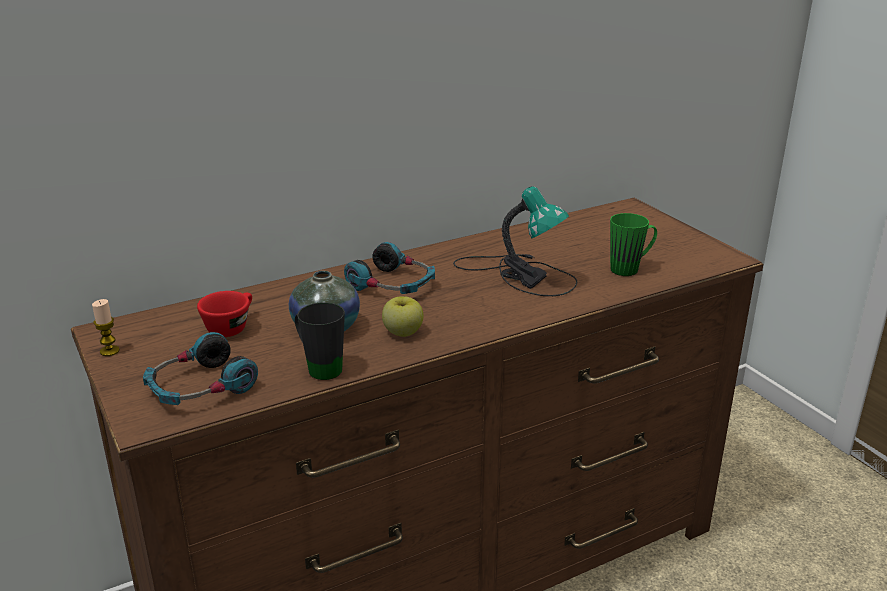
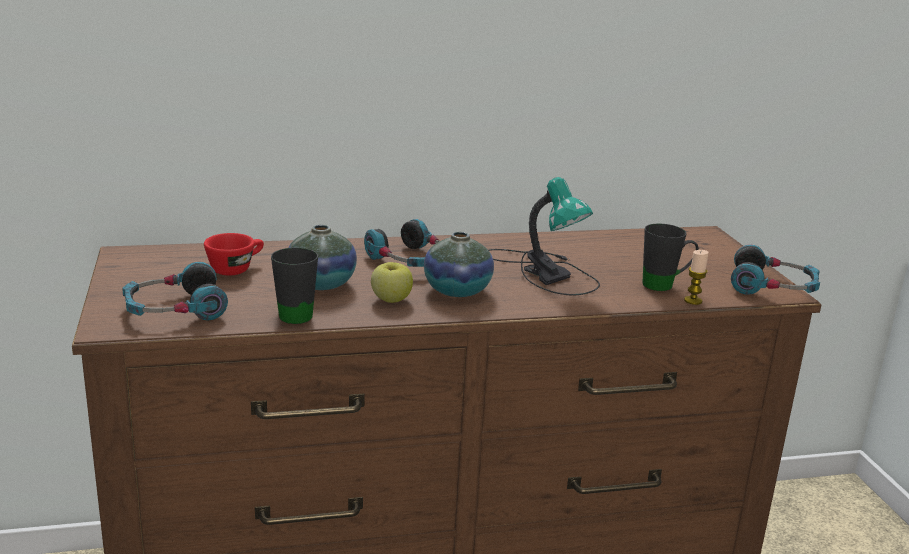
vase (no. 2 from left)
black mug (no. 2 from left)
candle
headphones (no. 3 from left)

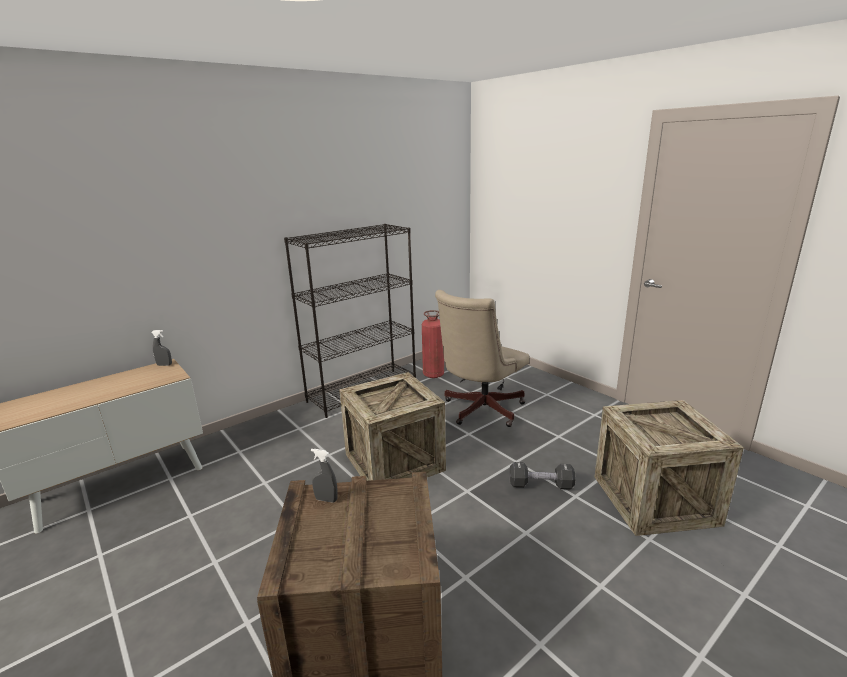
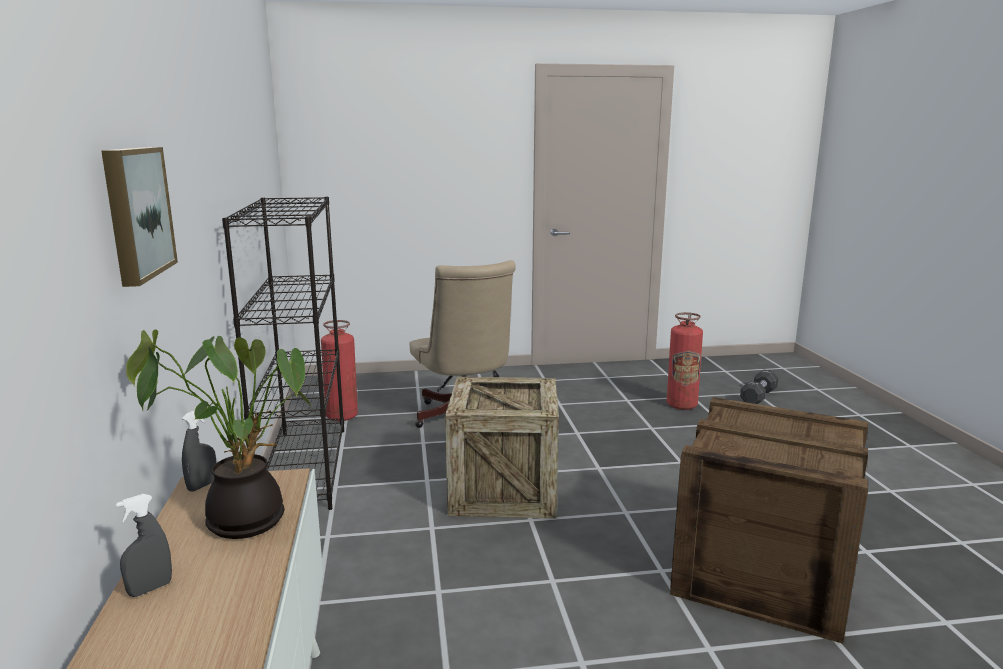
picture
grey spray bottle (no. 1 from left)
potted plant
fire extinguisher (no. 2 from left)
black dumbbell

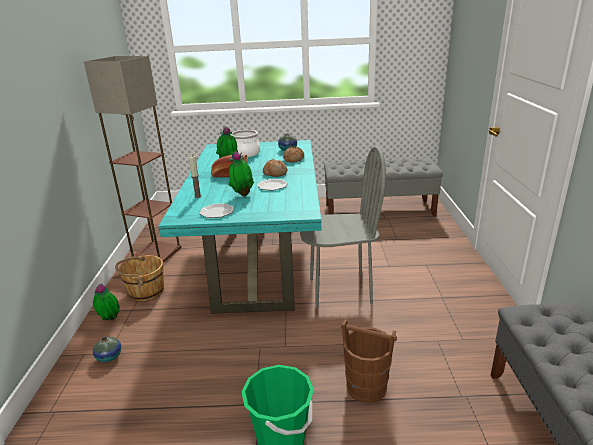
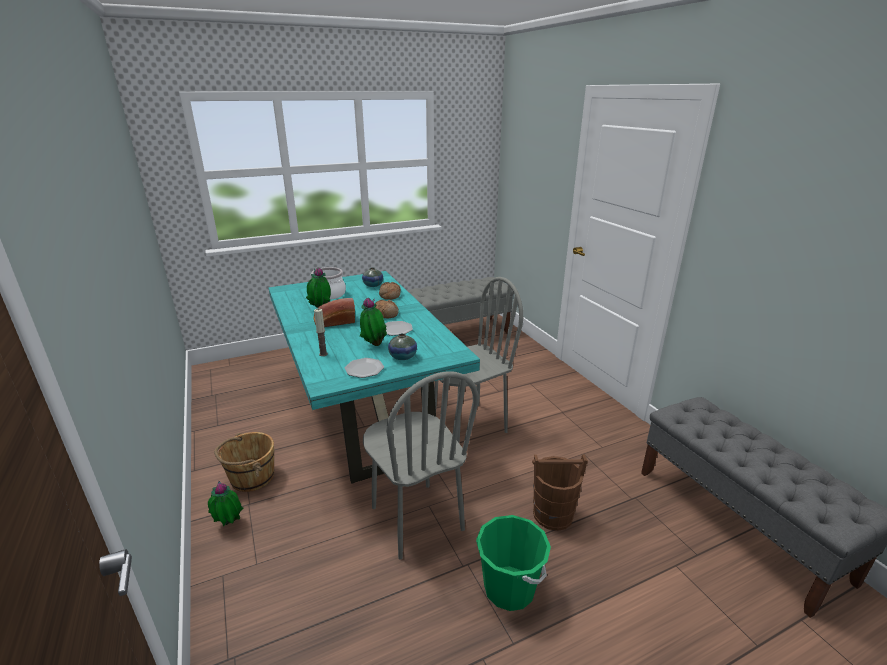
grey chair (no. 1 from left)
vase (no. 2 from left)
floor lamp

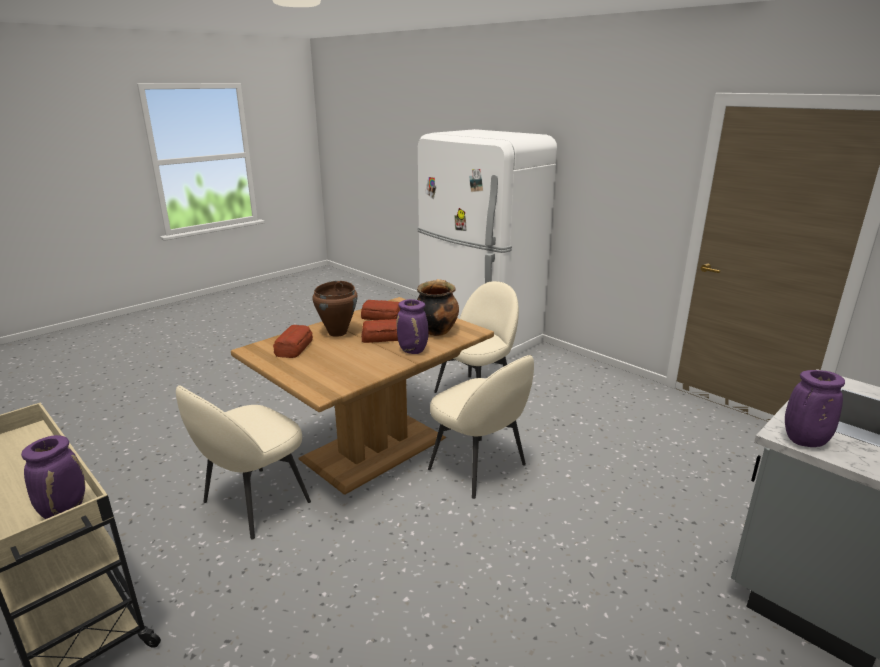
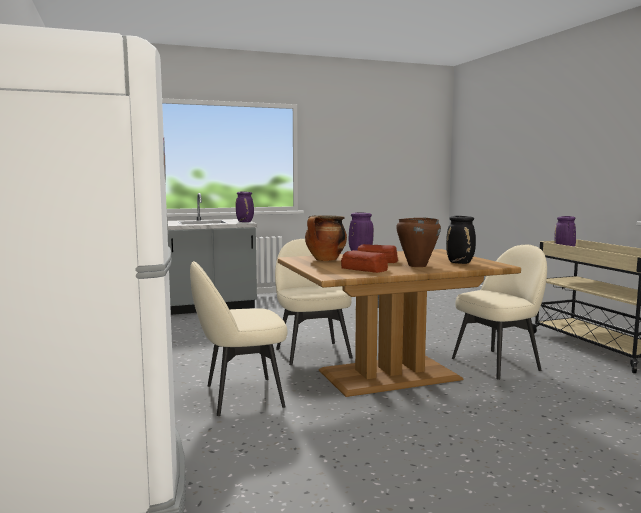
black vase

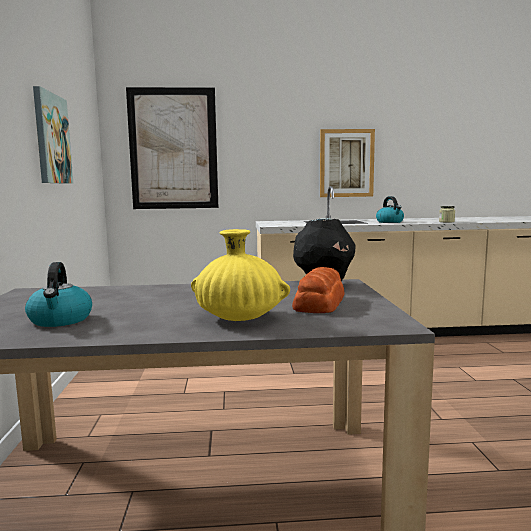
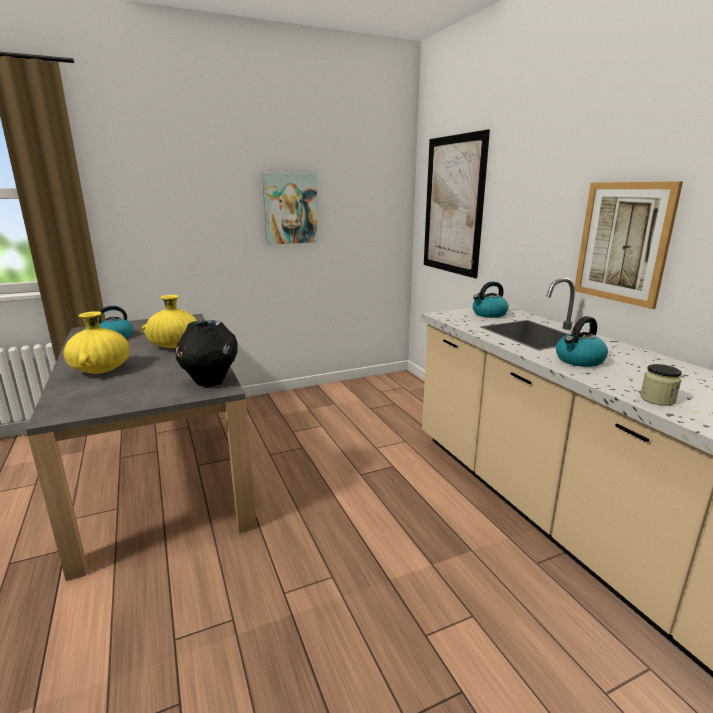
yellow vase (no. 2 from left)
kettle (no. 2 from left)
bread

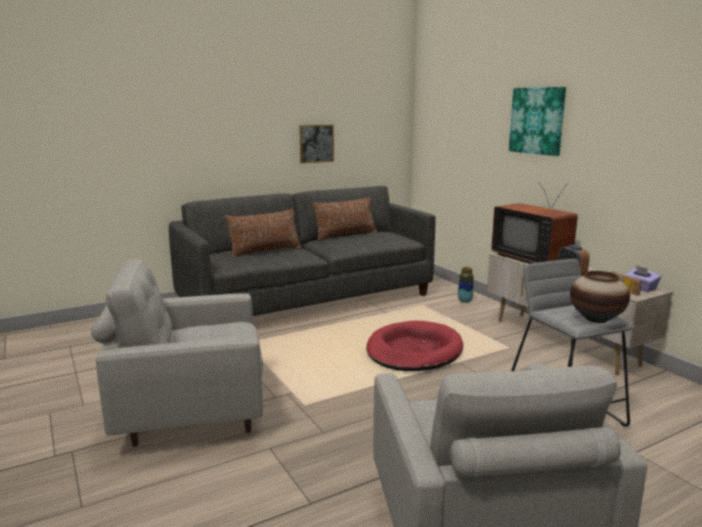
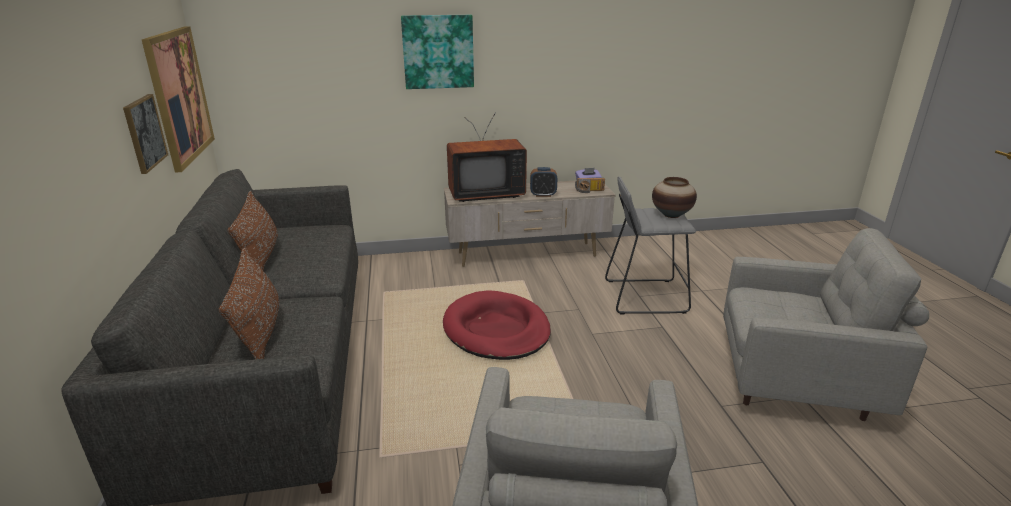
picture (no. 2 from left)
vase (no. 1 from left in the first image)

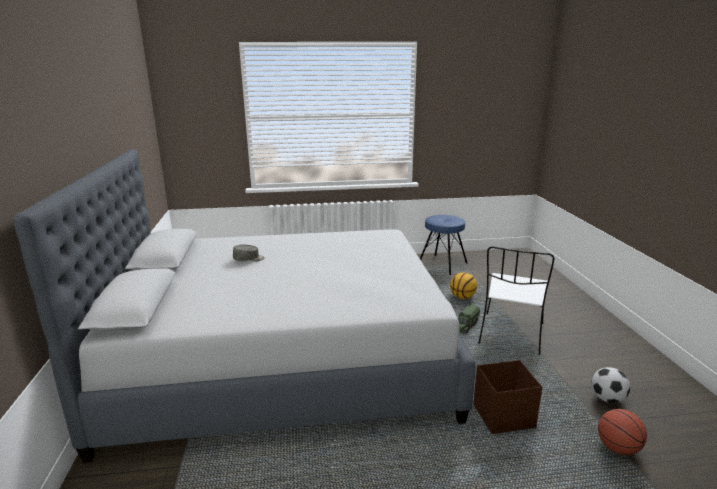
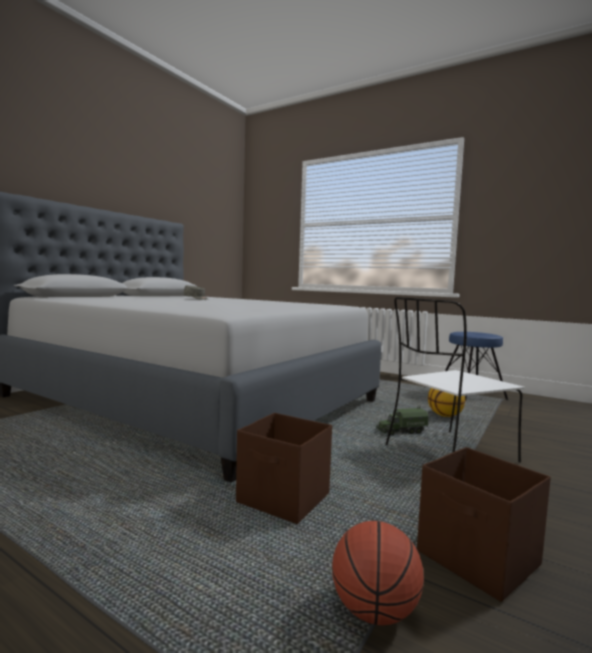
brown storage box (no. 2 from left)

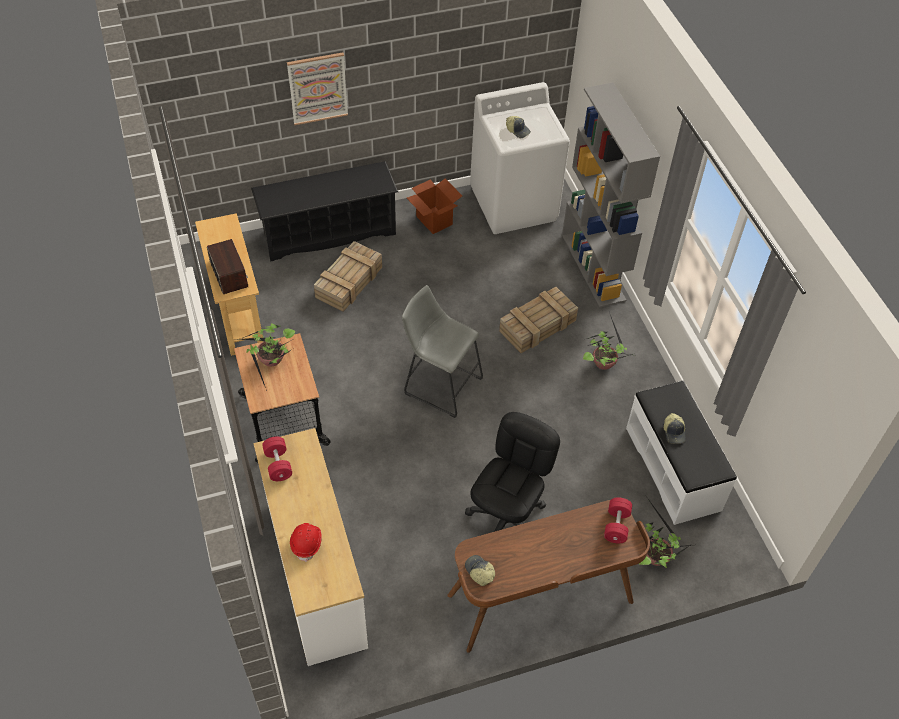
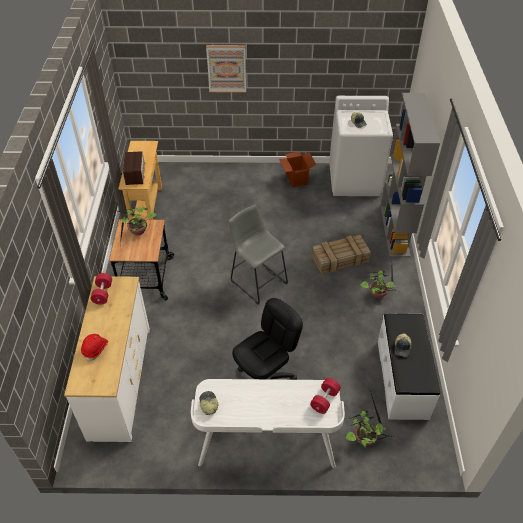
white desk
black shoe rack
crate (no. 1 from left in the first image)

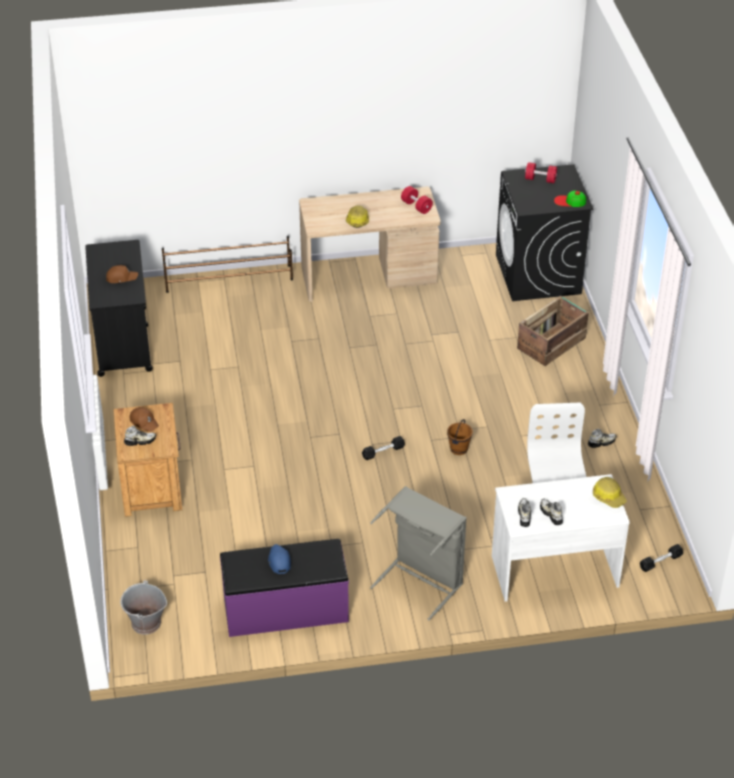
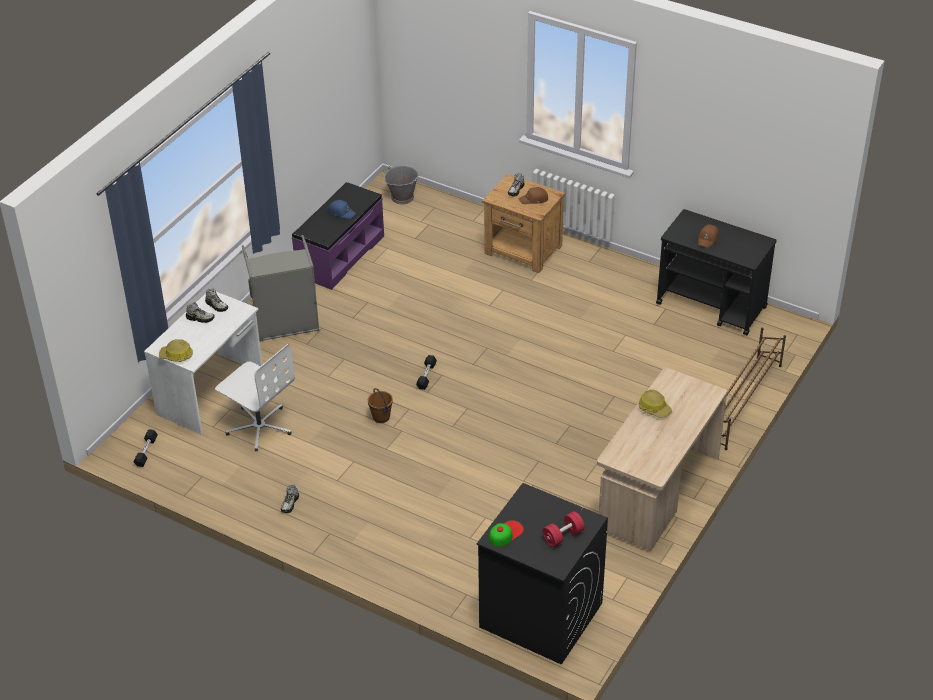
red dumbbell (no. 1 from left in the first image)
crate

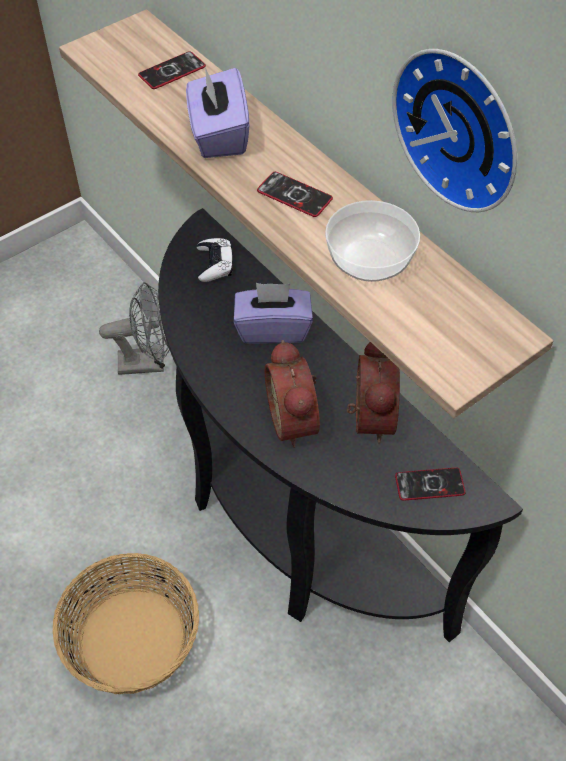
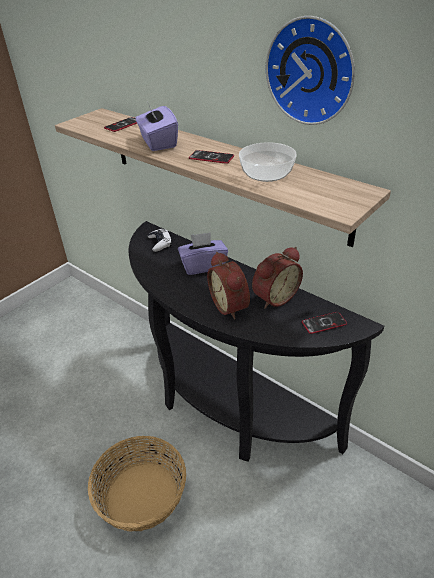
alarm clock (no. 2 from left)
grey fan

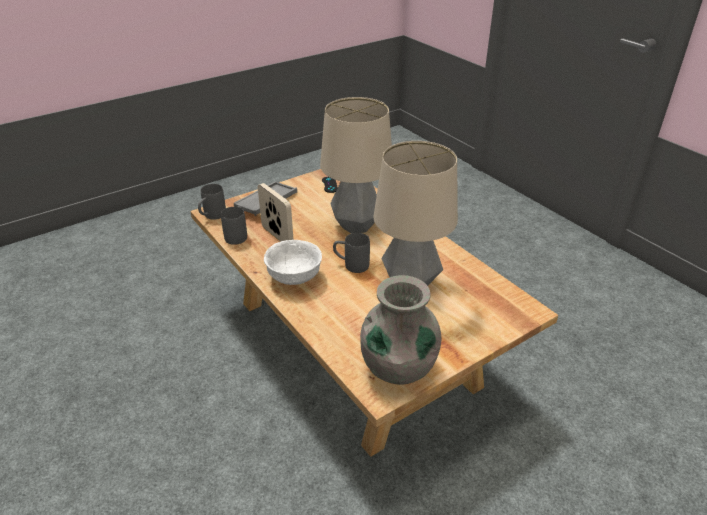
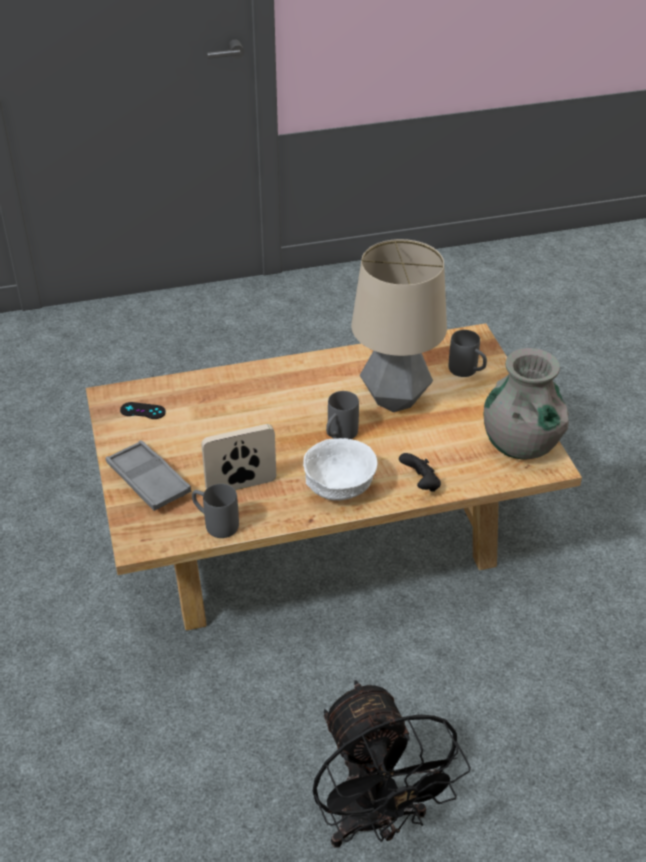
black fan
black game controller (no. 2 from left)
grey mug (no. 3 from left)
table lamp (no. 1 from left in the first image)

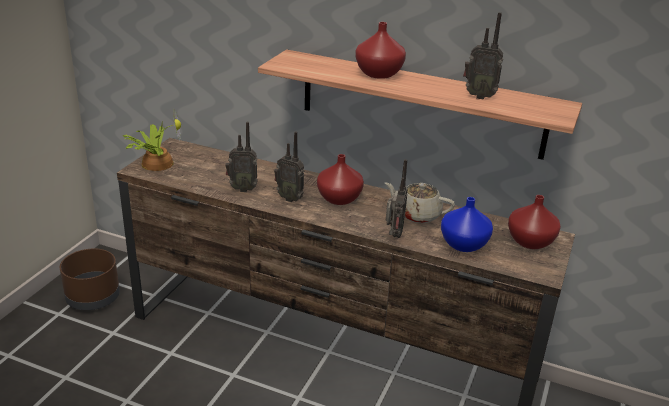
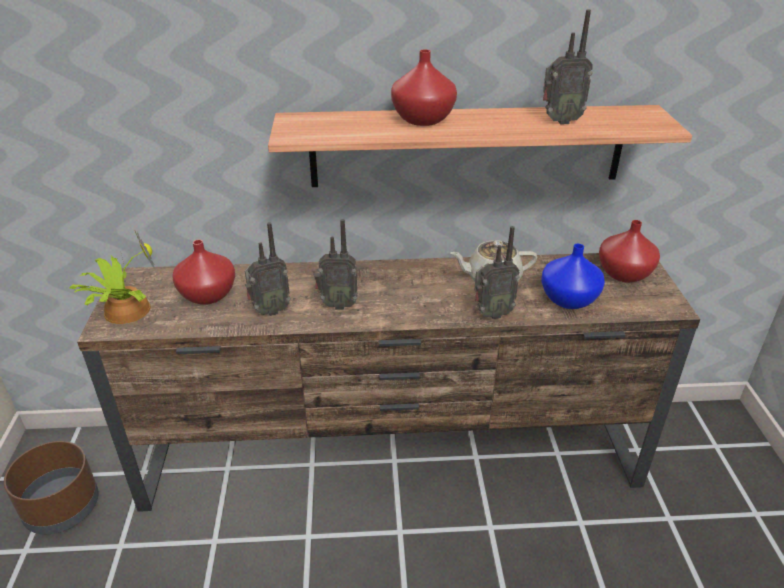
red vase (no. 1 from left)
radio (no. 3 from left)

